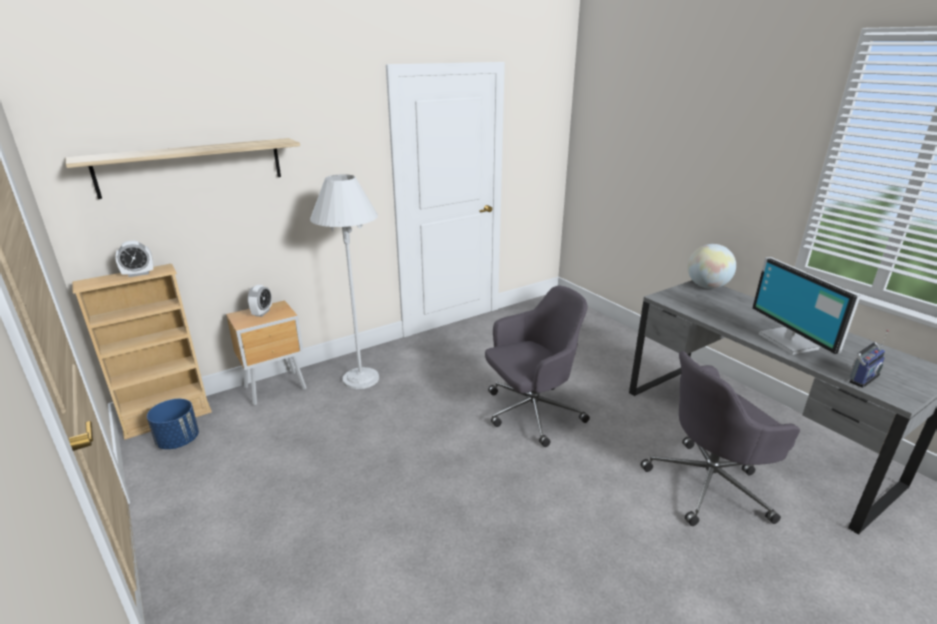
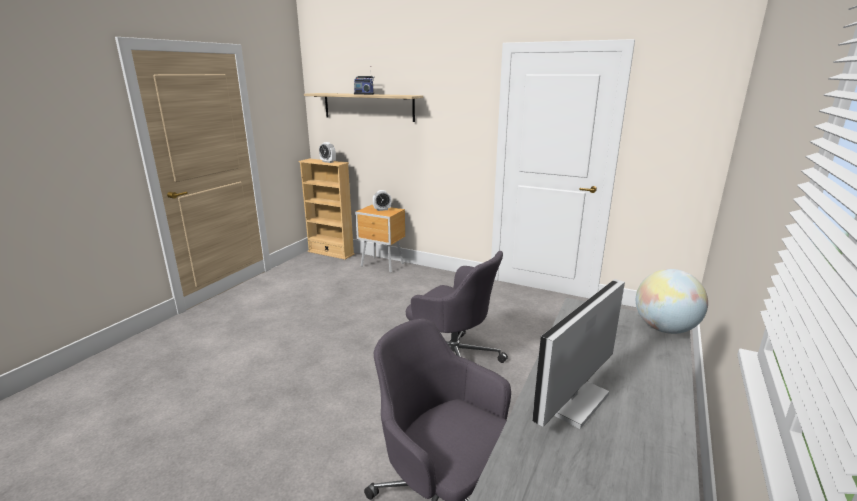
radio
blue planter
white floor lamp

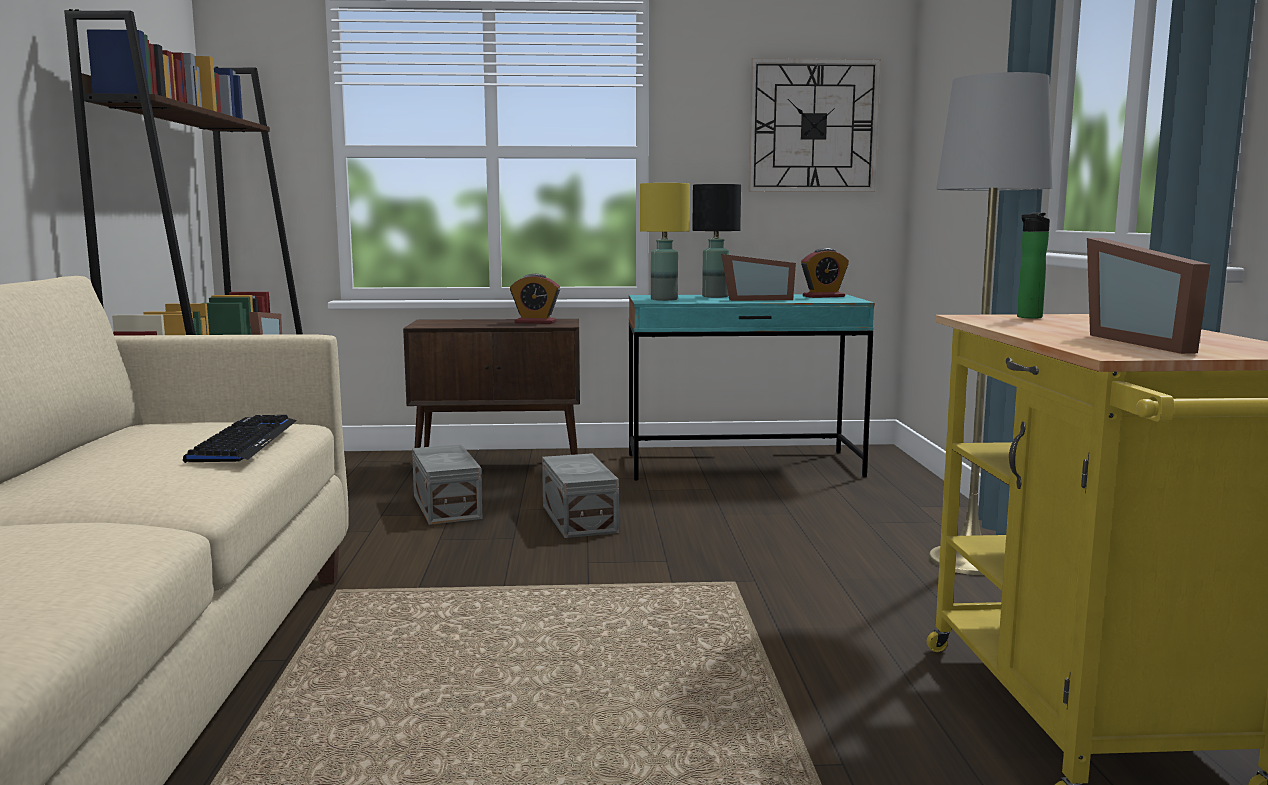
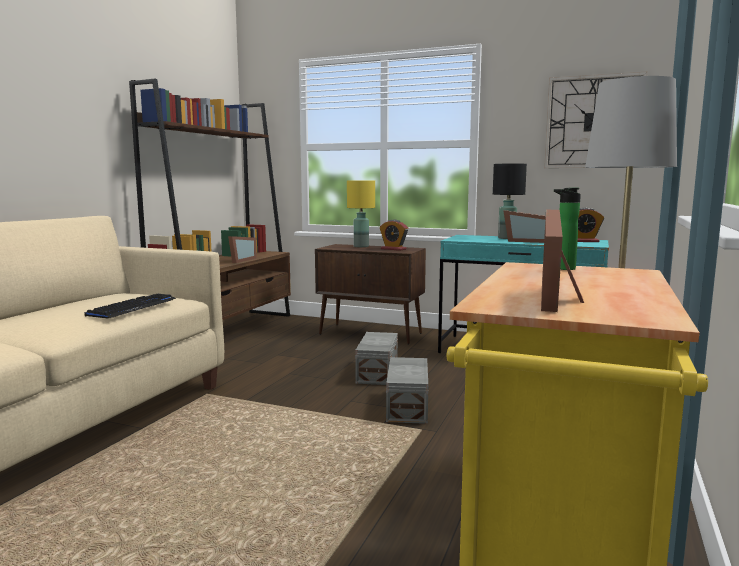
yellow table lamp
grey storage box (no. 2 from left)

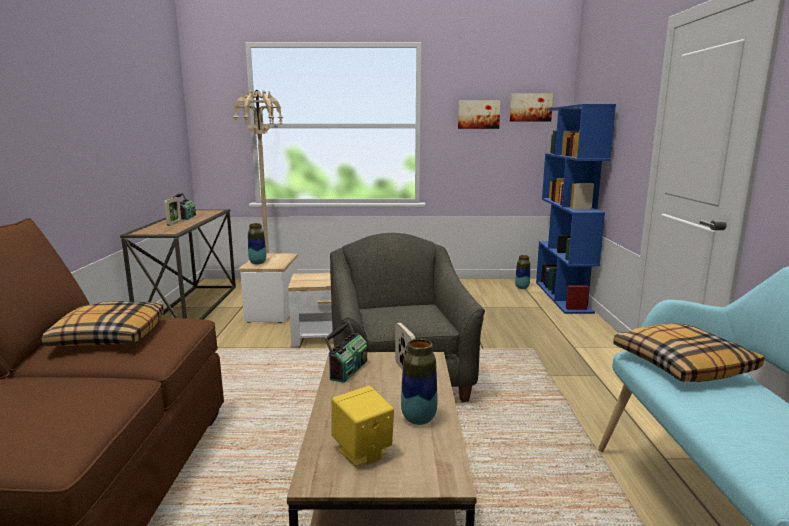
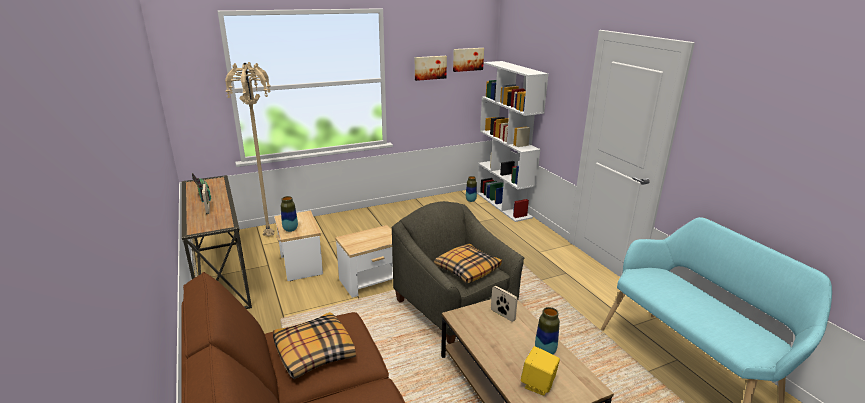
pillow (no. 2 from left)
white bookcase
radio (no. 2 from left in the first image)

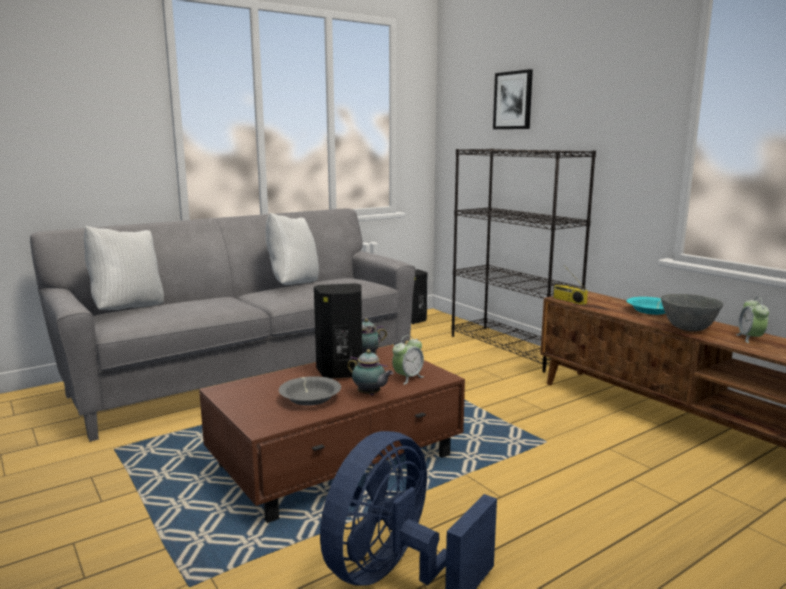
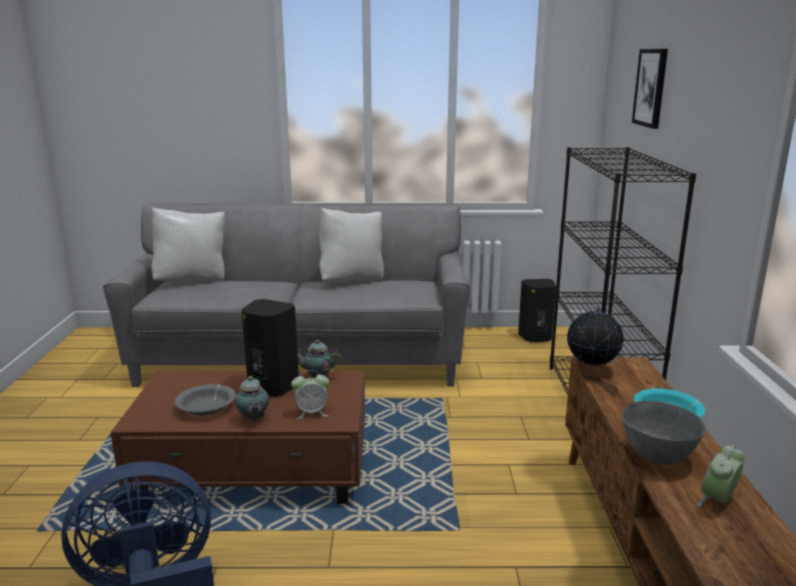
globe

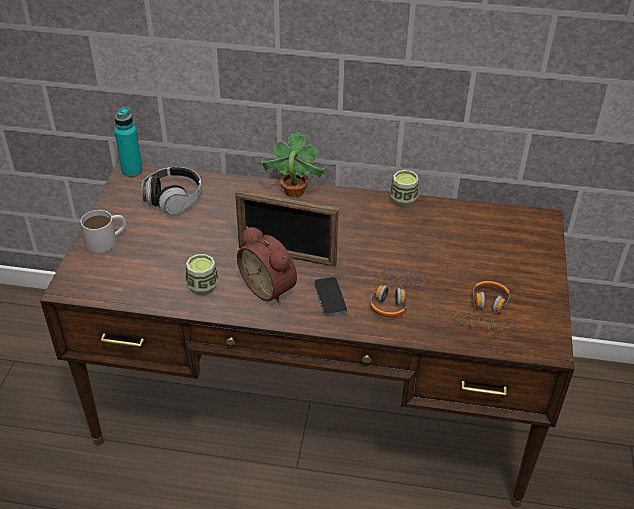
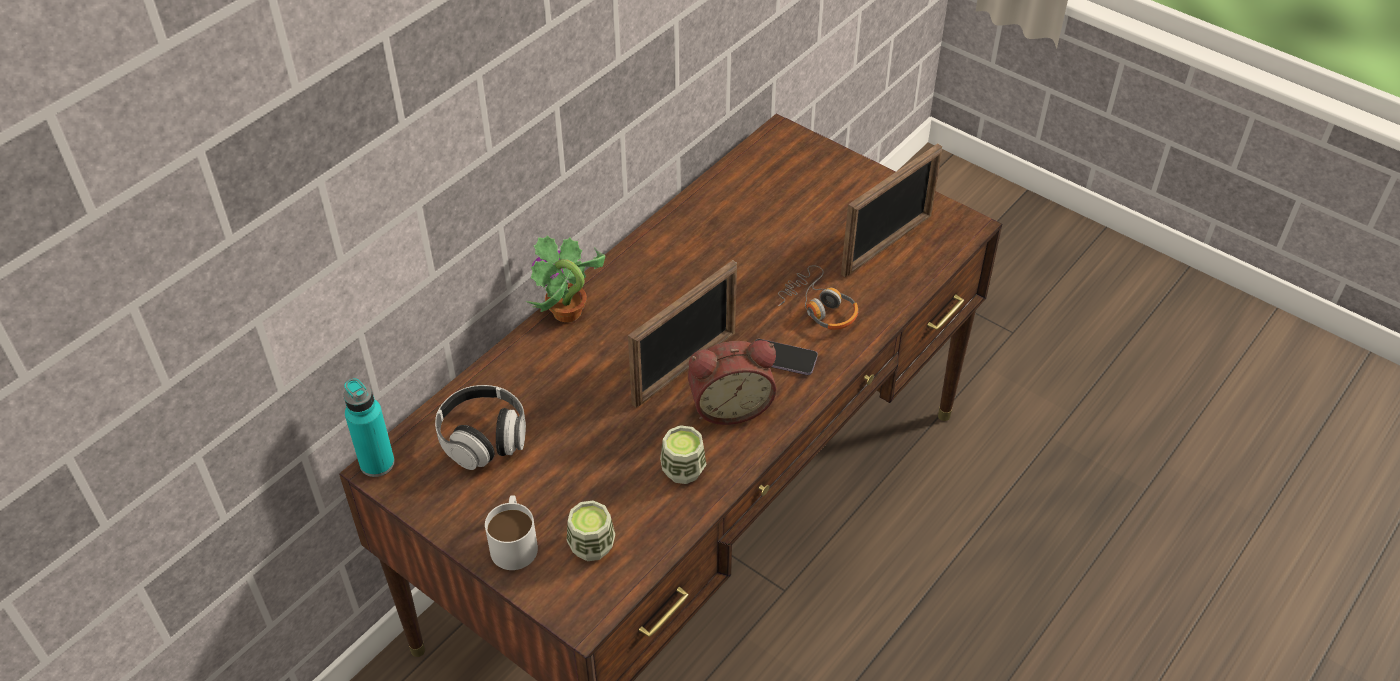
cup (no. 1 from left)
picture frame (no. 2 from left)

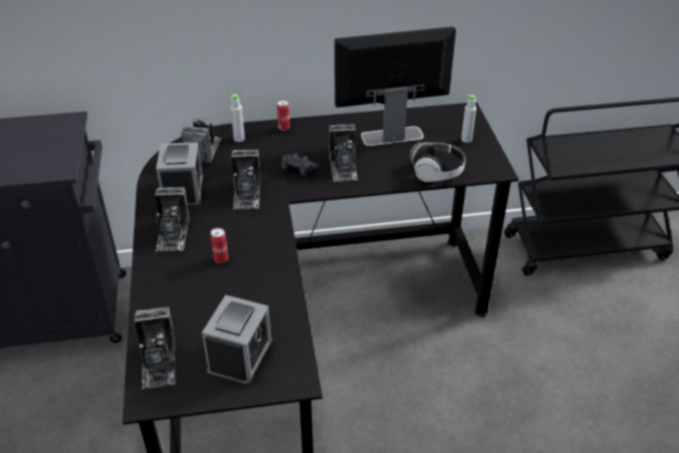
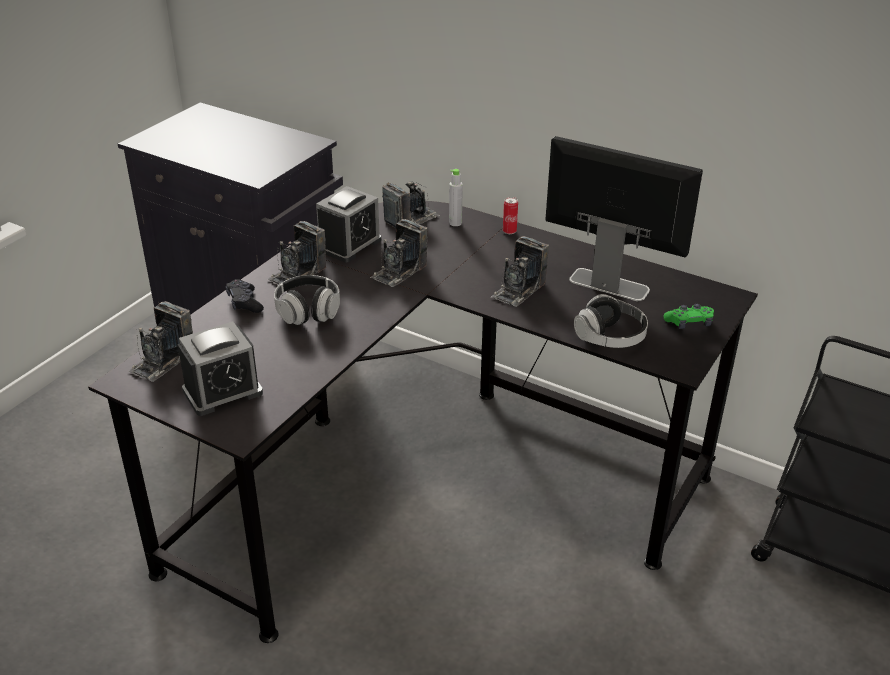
black game controller
headphones (no. 1 from left)
green game controller

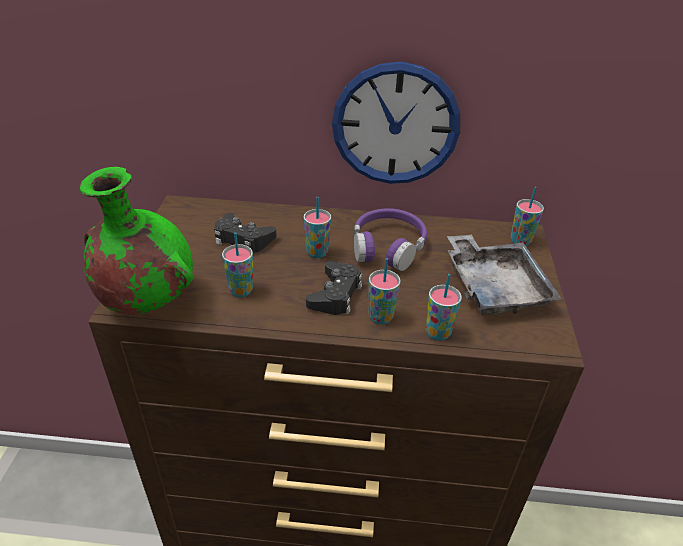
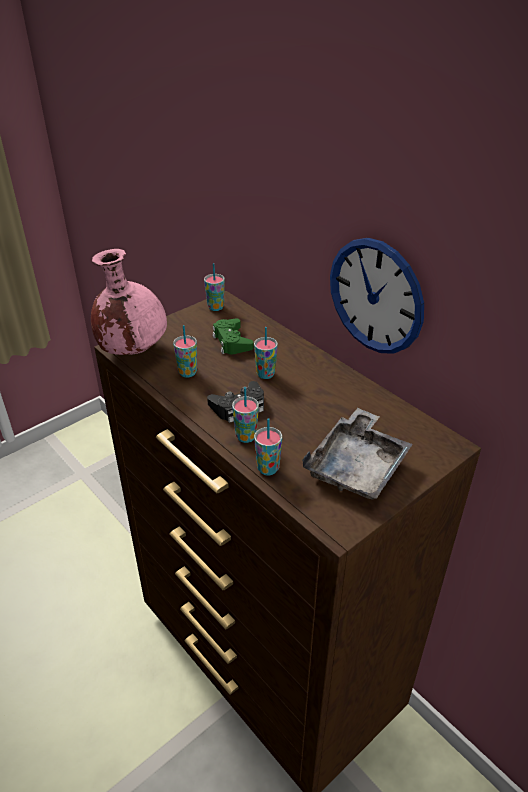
pink vase
cup (no. 2 from left)
green game controller
purple headphones

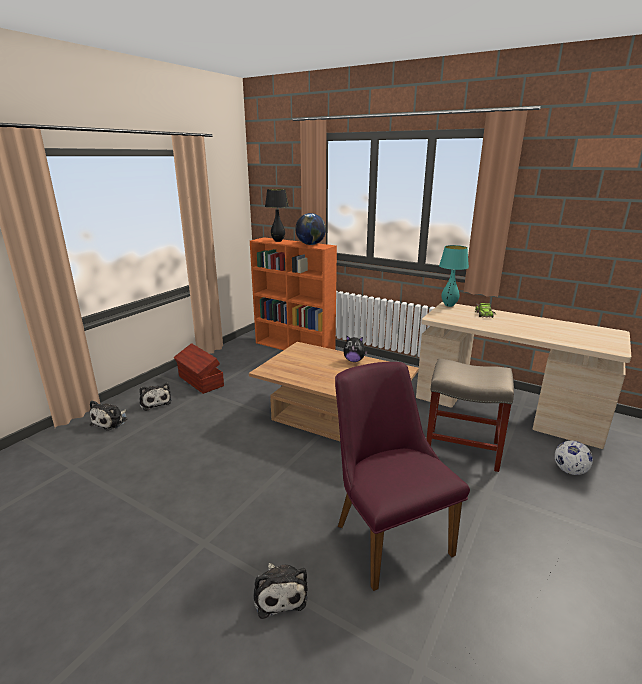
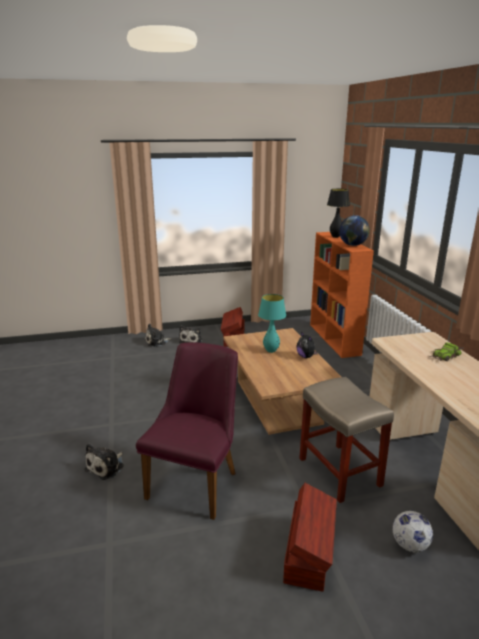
turquoise table lamp
brown storage box (no. 2 from left)

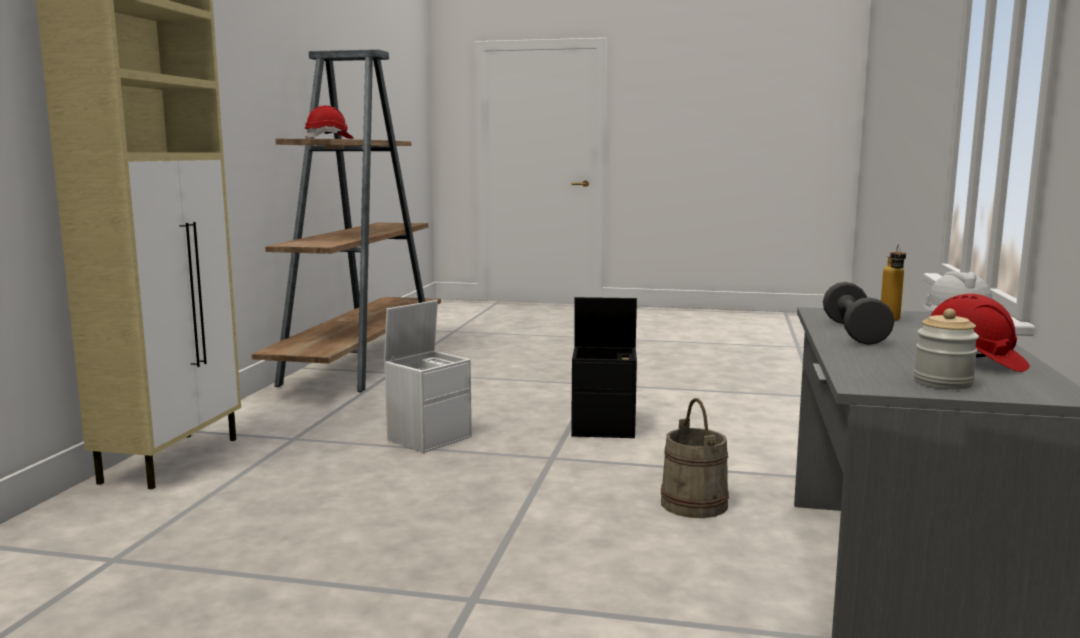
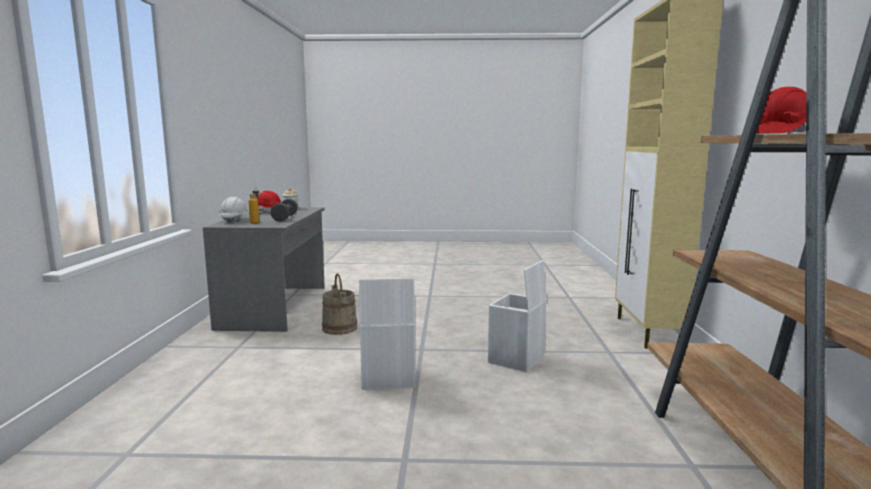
white storage box (no. 1 from left)

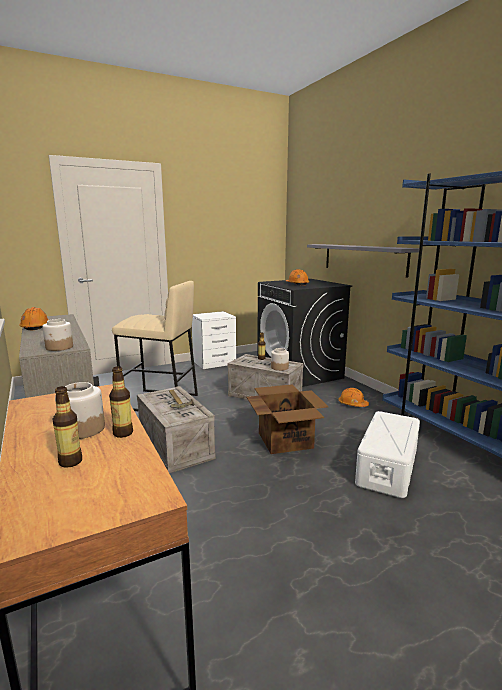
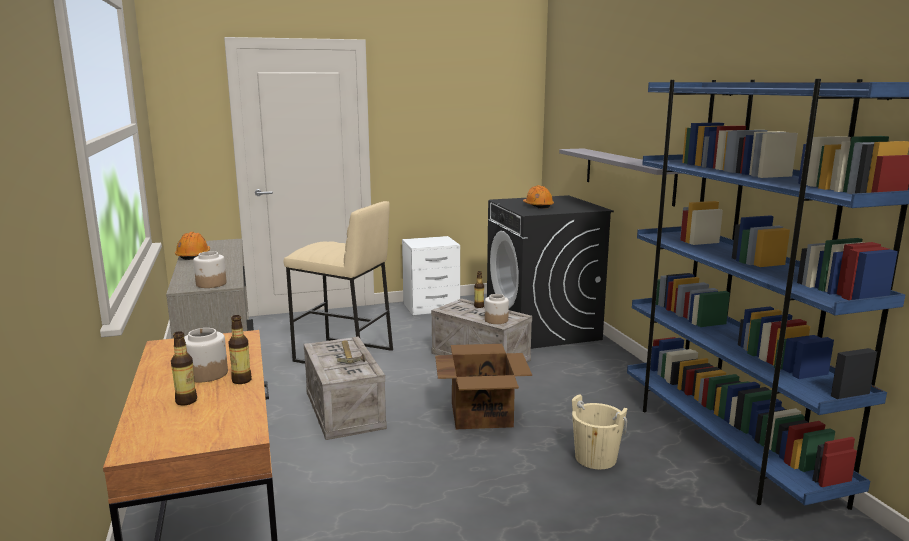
beige bucket
orange hard hat (no. 3 from left in the first image)

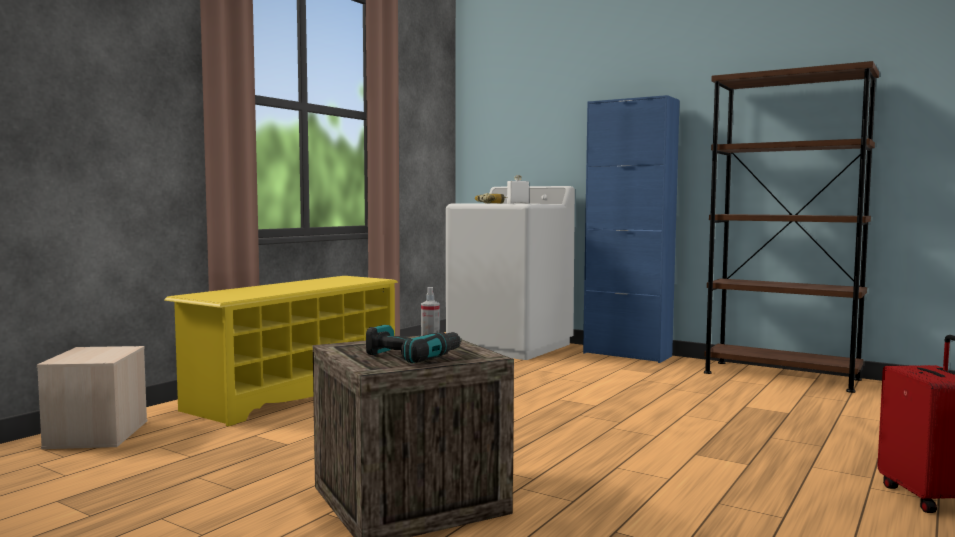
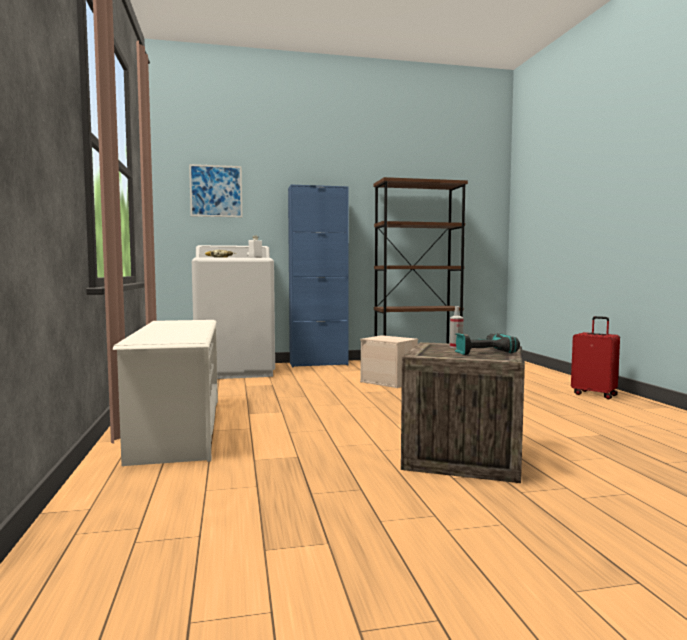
white shoe rack
picture
beige storage box

